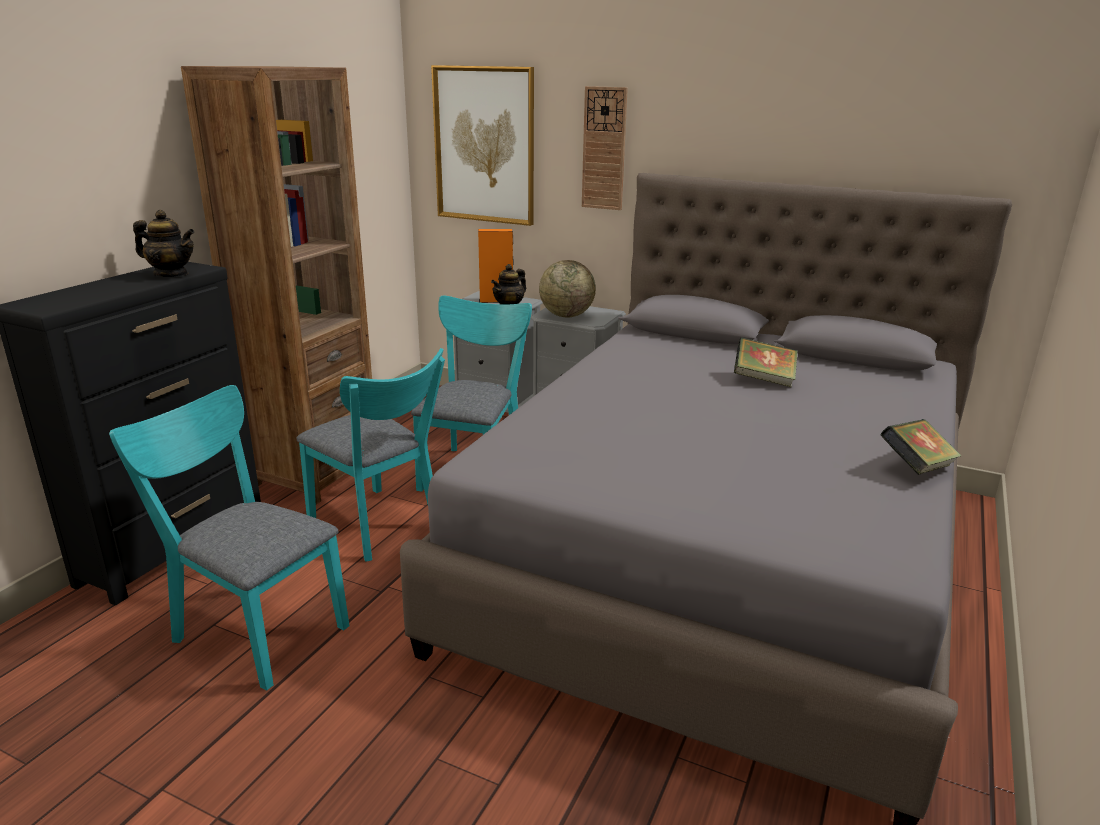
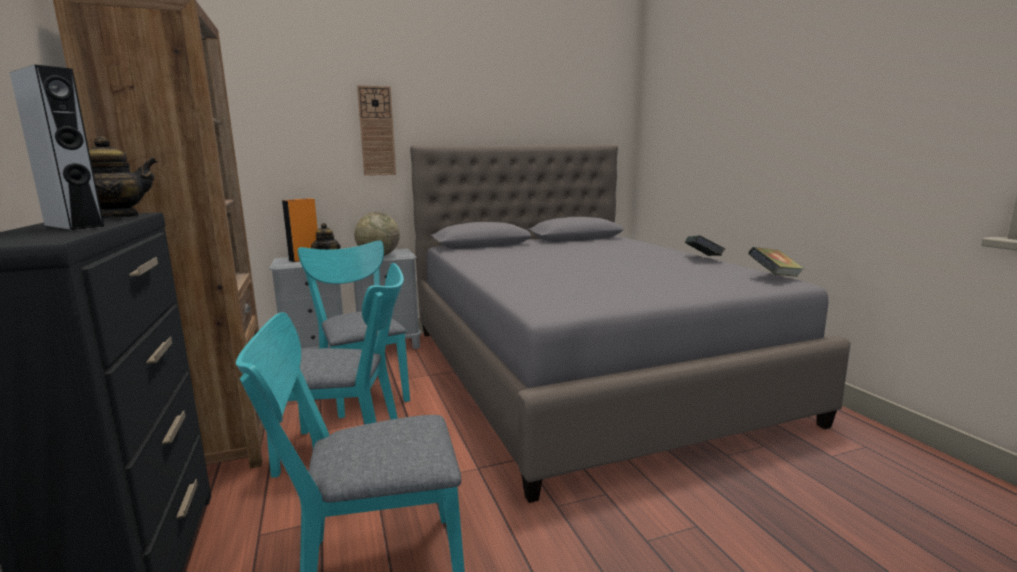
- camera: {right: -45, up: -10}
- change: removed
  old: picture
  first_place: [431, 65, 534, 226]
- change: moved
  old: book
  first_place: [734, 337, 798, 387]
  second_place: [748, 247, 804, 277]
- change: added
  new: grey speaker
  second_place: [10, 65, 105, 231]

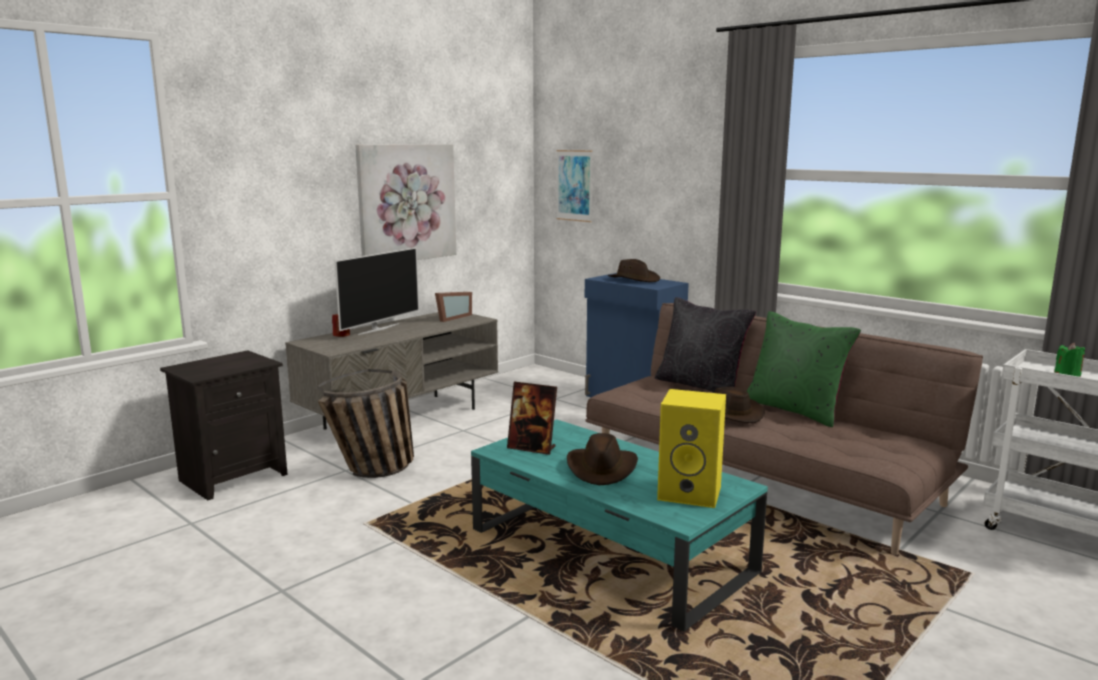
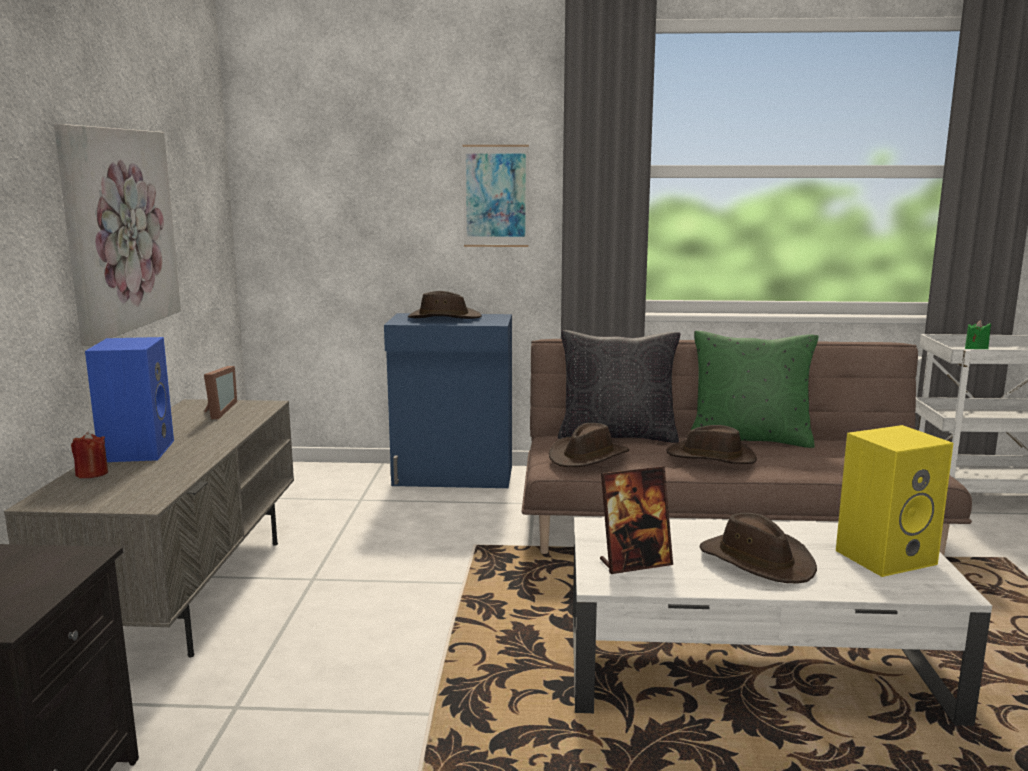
- camera: {right: -40, up: 0}
- change: removed
  old: basket
  first_place: [318, 369, 414, 478]
- change: replaced
  old: television
  new: blue speaker
  first_place: [335, 247, 419, 335]
  second_place: [85, 337, 174, 462]
- change: recoloured
  old: turquoise coffee table
  new: white coffee table
  first_place: [471, 419, 768, 632]
  second_place: [573, 517, 992, 726]
- change: moved
  old: picture
  first_place: [556, 150, 592, 222]
  second_place: [462, 145, 529, 247]
- change: added
  new: brown hat
  second_place: [549, 423, 629, 467]

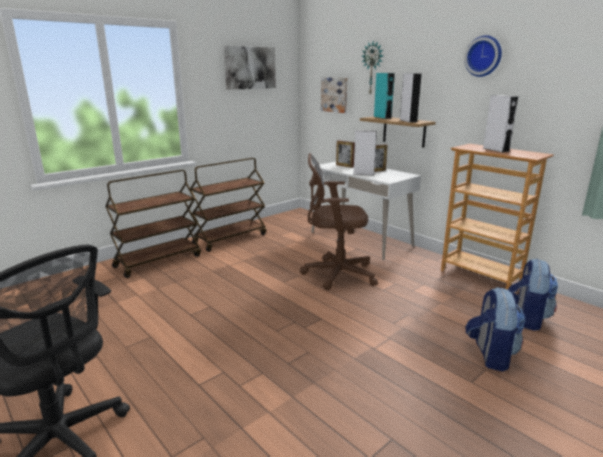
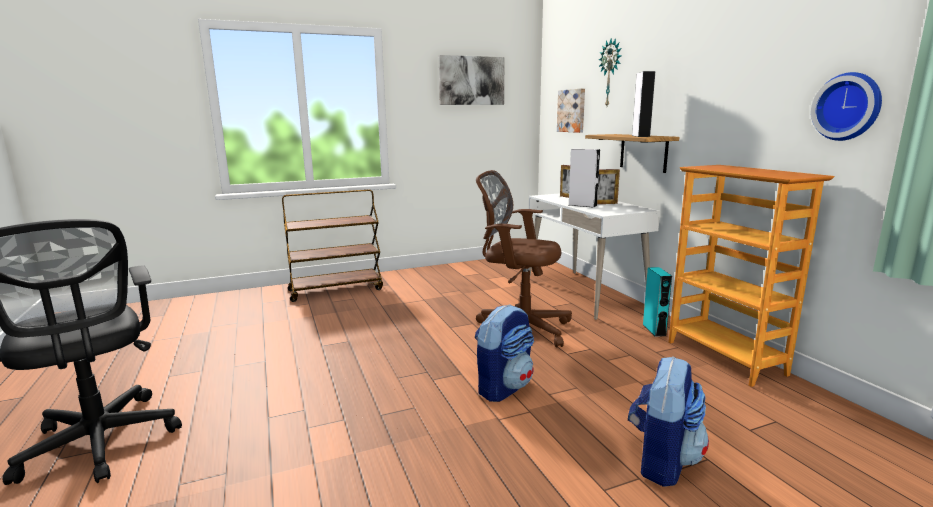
- camera: {right: 20, up: -5}
- change: removed
  old: brown cart
  first_place: [190, 158, 267, 252]
- change: moved
  old: turquoise speaker
  first_place: [374, 73, 395, 119]
  second_place: [642, 267, 672, 337]
- change: moved
  old: wall clock
  first_place: [464, 35, 502, 77]
  second_place: [811, 72, 882, 141]
- change: removed
  old: white speaker
  first_place: [483, 95, 518, 153]
- change: moved
  old: backpack
  first_place: [508, 259, 558, 331]
  second_place: [475, 304, 534, 402]

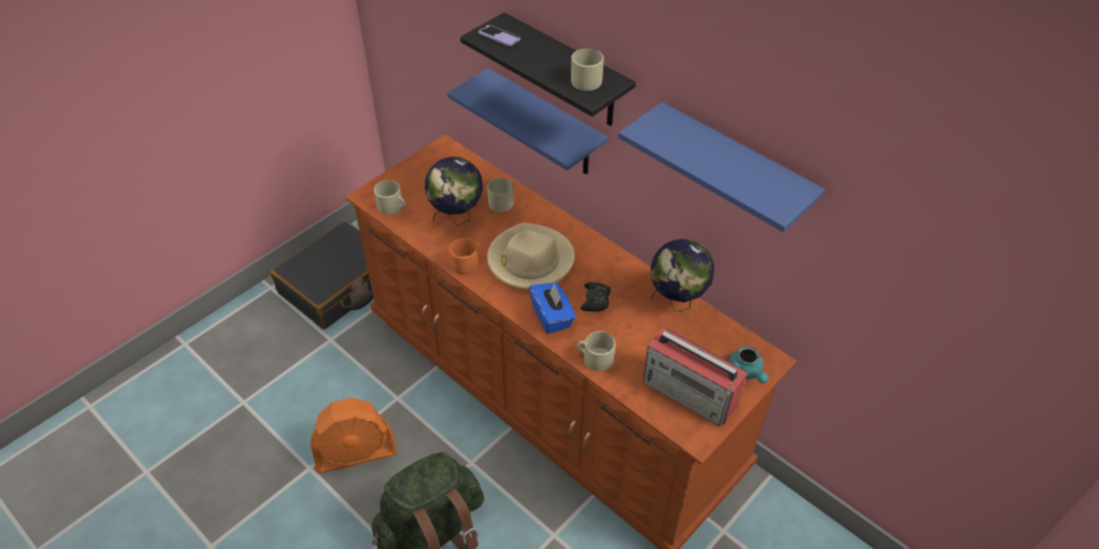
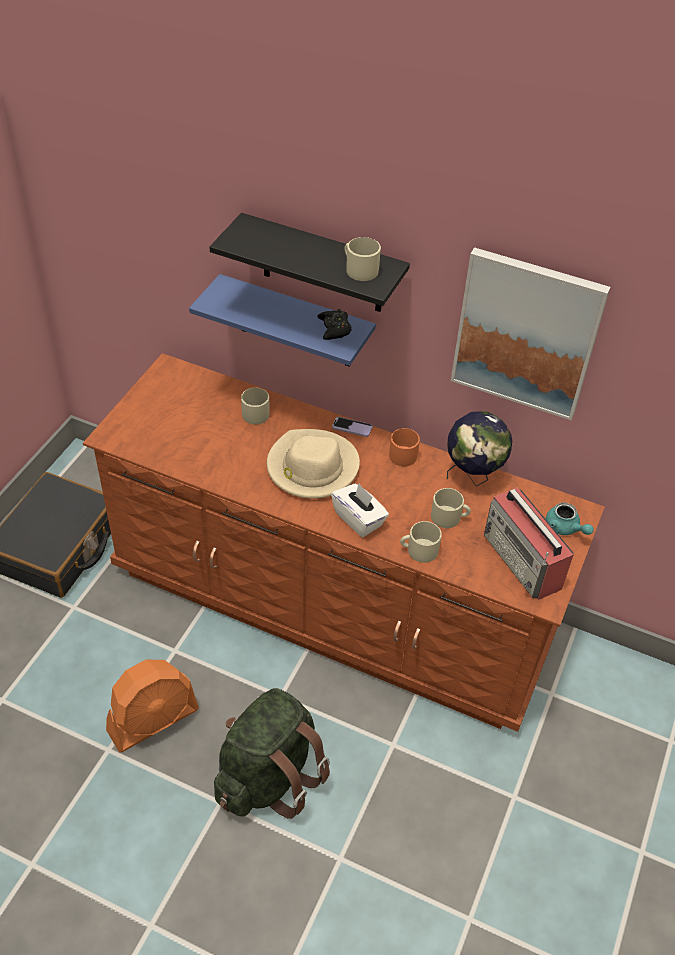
- camera: {right: -20, up: 0}
- change: moved
  old: beige mug
  first_place: [374, 180, 405, 215]
  second_place: [431, 488, 471, 528]
- change: removed
  old: globe
  first_place: [425, 156, 483, 226]
- change: moved
  old: orange mug
  first_place: [449, 238, 480, 275]
  second_place: [389, 428, 420, 466]
- change: moved
  old: phone
  first_place: [478, 25, 520, 46]
  second_place: [332, 417, 372, 437]
- change: recoloured
  old: blue tissue box
  new: white tissue box
  first_place: [529, 282, 576, 334]
  second_place: [331, 483, 389, 537]
- change: moved
  old: black game controller
  first_place: [581, 282, 611, 311]
  second_place: [317, 309, 352, 340]
- change: replaced
  old: blue shelf
  new: picture
  first_place: [618, 102, 825, 232]
  second_place: [451, 247, 610, 420]
- change: turned
  old: radio
  first_place: [643, 328, 747, 426]
  second_place: [484, 488, 574, 600]
  degrees: 45

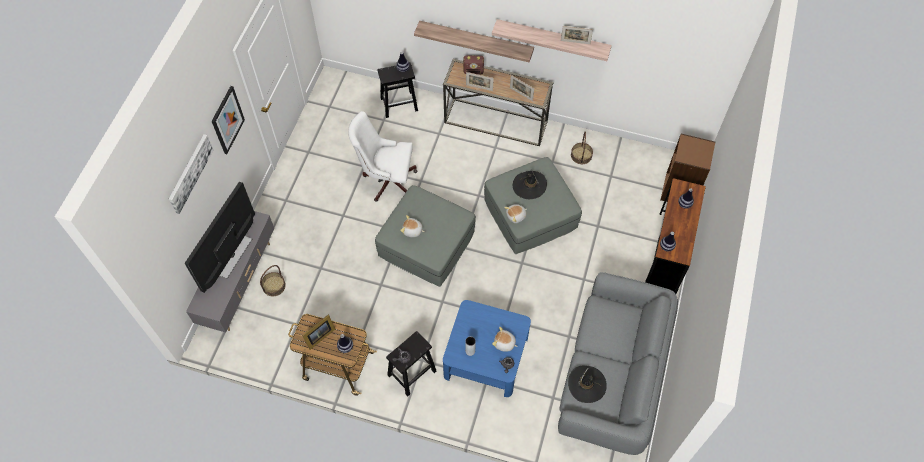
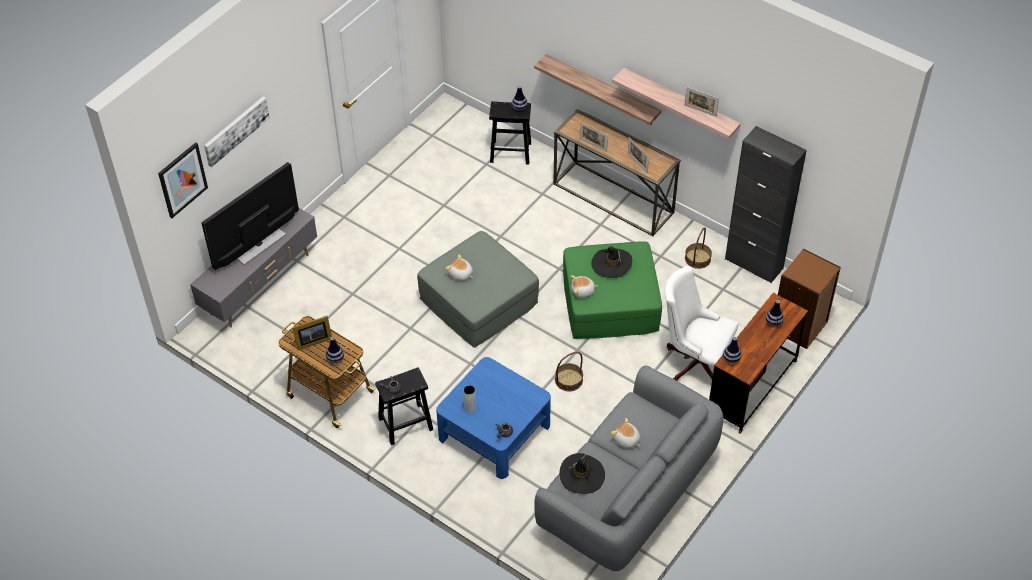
- camera: {right: 20, up: -10}
- change: moved
  old: picture
  first_place: [212, 86, 245, 154]
  second_place: [158, 142, 208, 218]
- change: moved
  old: basket
  first_place: [260, 265, 286, 296]
  second_place: [555, 352, 583, 391]
- change: moved
  old: white office chair
  first_place: [348, 111, 418, 202]
  second_place: [664, 266, 739, 381]
- change: removed
  old: radio
  first_place: [463, 55, 484, 75]
- change: recoloured
  old: grey ottoman
  new: green ottoman
  first_place: [484, 157, 582, 254]
  second_place: [563, 241, 662, 339]
- change: moved
  old: plush toy
  first_place: [492, 327, 518, 352]
  second_place: [611, 418, 640, 448]
- change: added
  new: black cabinet
  second_place: [725, 126, 807, 283]

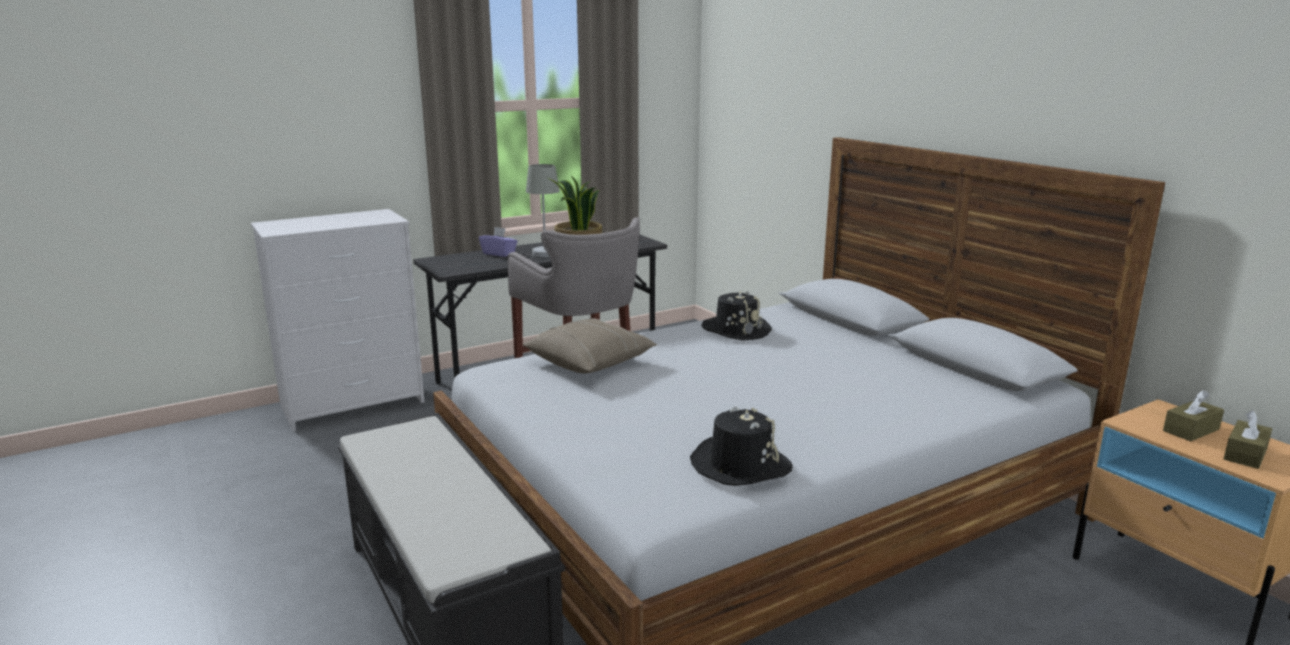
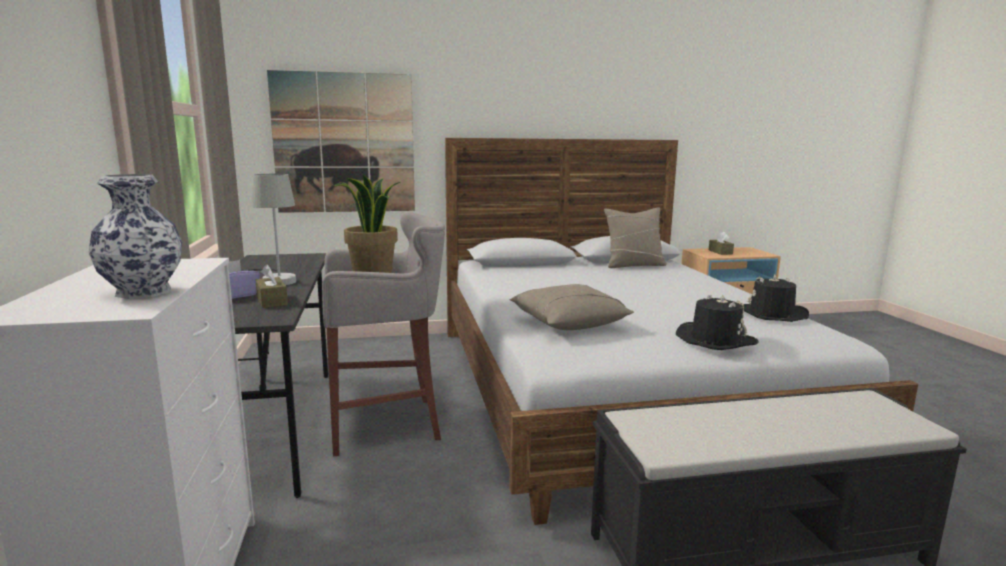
- camera: {right: -70, up: -5}
- change: moved
  old: black hat
  first_place: [702, 291, 772, 341]
  second_place: [676, 294, 758, 350]
- change: moved
  old: brown tissue box
  first_place: [1223, 410, 1272, 469]
  second_place: [256, 264, 288, 308]
- change: added
  new: vase
  second_place: [89, 174, 182, 299]
- change: added
  new: picture
  second_place: [267, 70, 415, 213]
- change: added
  new: beige pillow
  second_place: [604, 207, 667, 268]

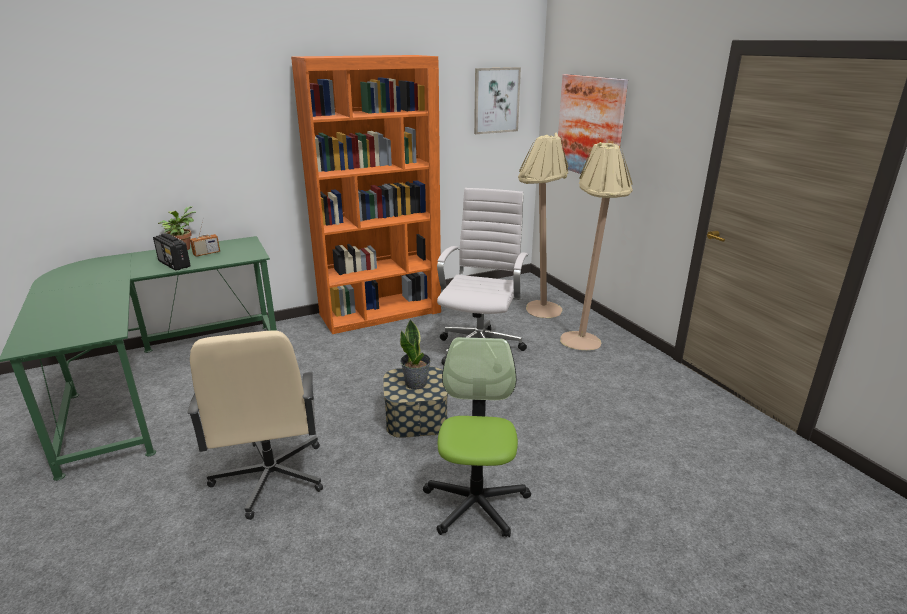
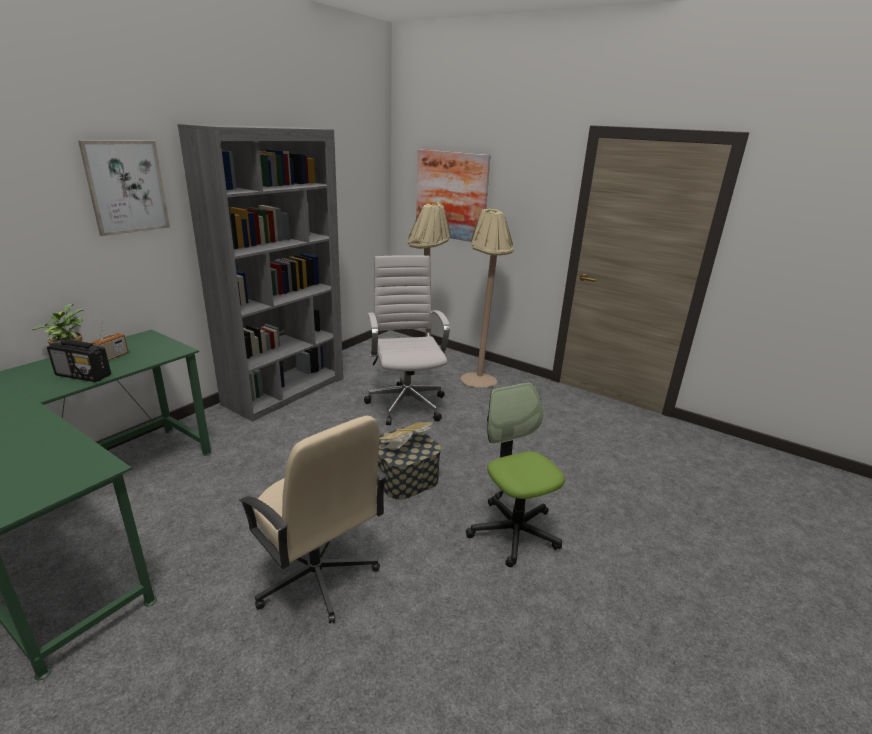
- camera: {right: -30, up: 0}
- change: recoloured
  old: orange bookcase
  new: grey bookcase
  first_place: [291, 55, 441, 334]
  second_place: [178, 124, 343, 421]
- change: replaced
  old: potted plant
  new: book
  first_place: [400, 319, 431, 389]
  second_place: [379, 422, 434, 449]
- change: moved
  old: picture
  first_place: [474, 67, 521, 134]
  second_place: [78, 141, 170, 236]

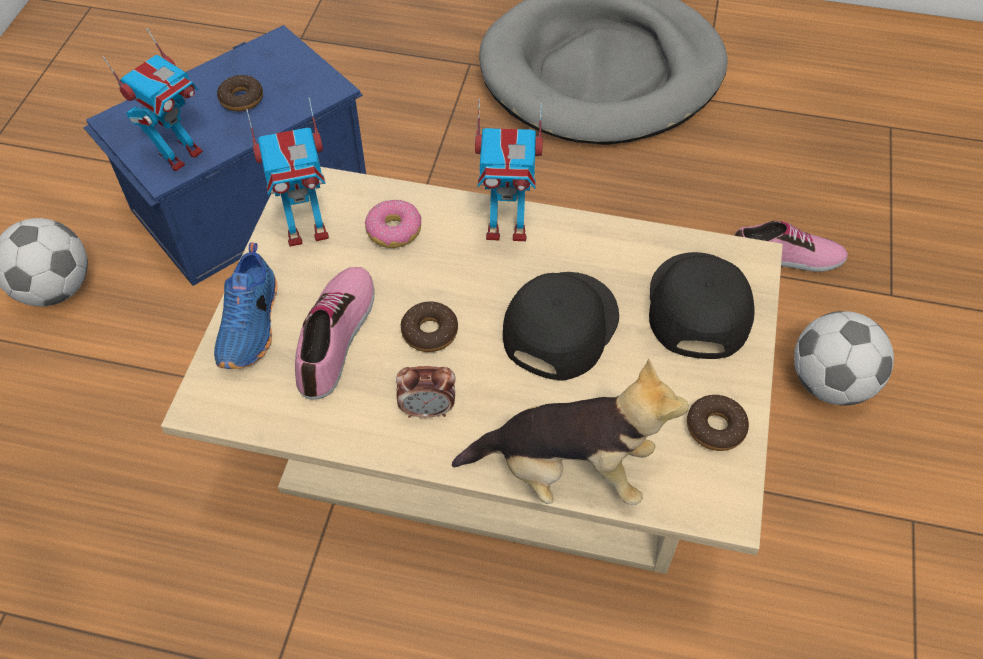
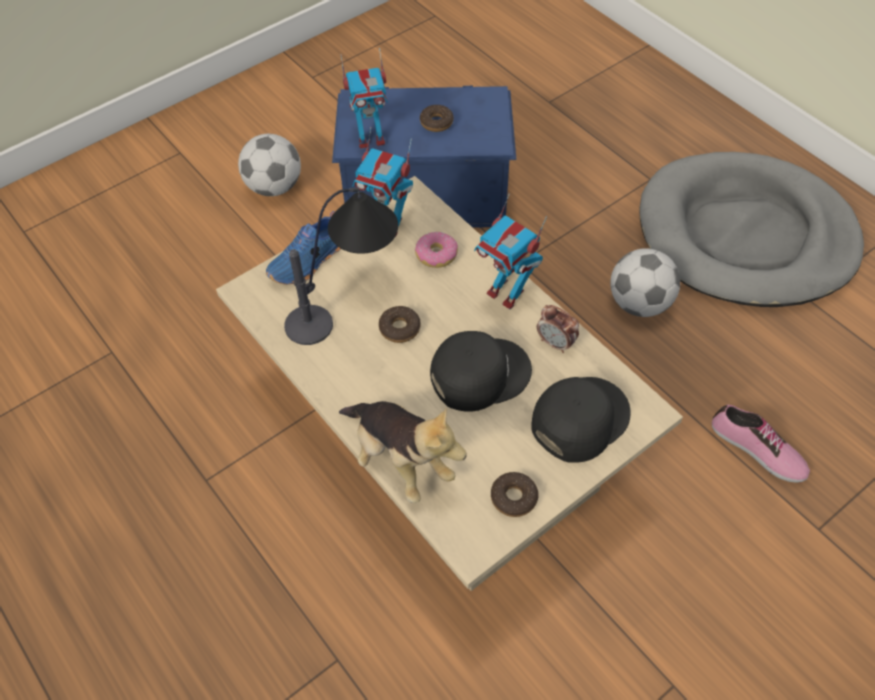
- camera: {right: 40, up: 0}
- change: replaced
  old: shoe
  new: table lamp
  first_place: [295, 267, 374, 400]
  second_place: [284, 188, 398, 345]
- change: moved
  old: alarm clock
  first_place: [396, 366, 456, 418]
  second_place: [537, 305, 579, 353]
- change: moved
  old: football
  first_place: [794, 311, 894, 406]
  second_place: [610, 248, 680, 317]

